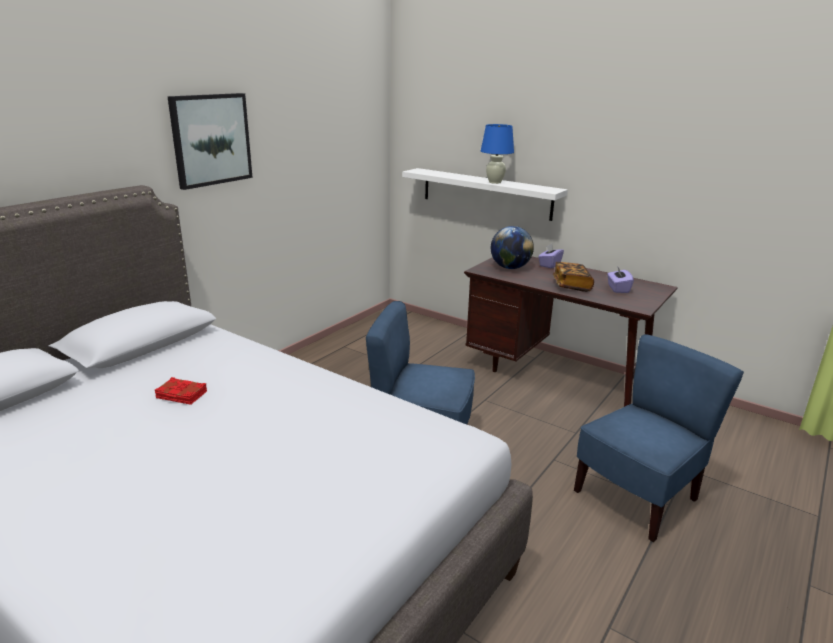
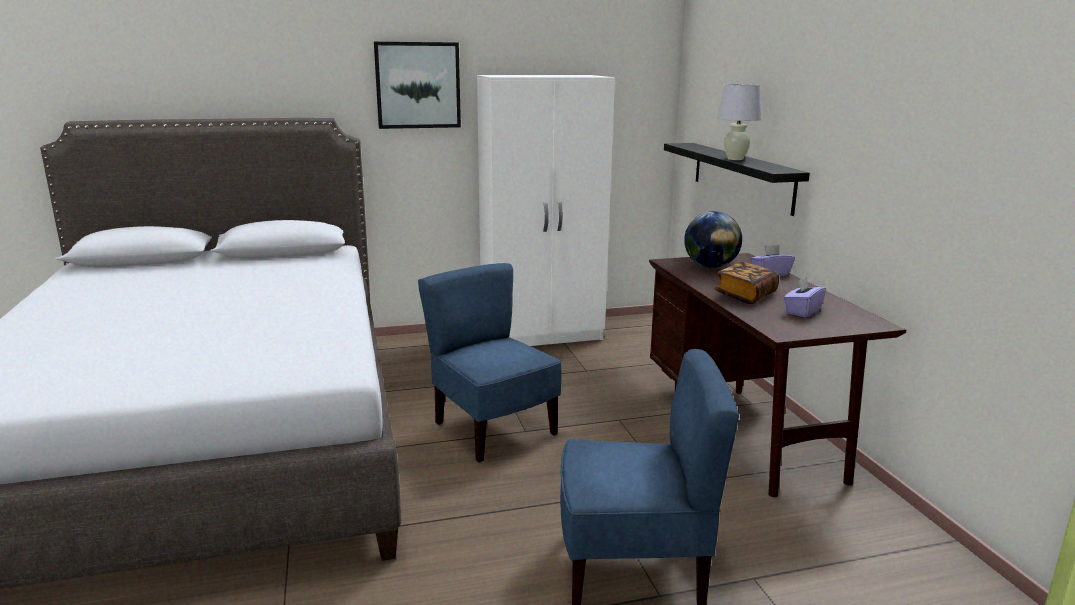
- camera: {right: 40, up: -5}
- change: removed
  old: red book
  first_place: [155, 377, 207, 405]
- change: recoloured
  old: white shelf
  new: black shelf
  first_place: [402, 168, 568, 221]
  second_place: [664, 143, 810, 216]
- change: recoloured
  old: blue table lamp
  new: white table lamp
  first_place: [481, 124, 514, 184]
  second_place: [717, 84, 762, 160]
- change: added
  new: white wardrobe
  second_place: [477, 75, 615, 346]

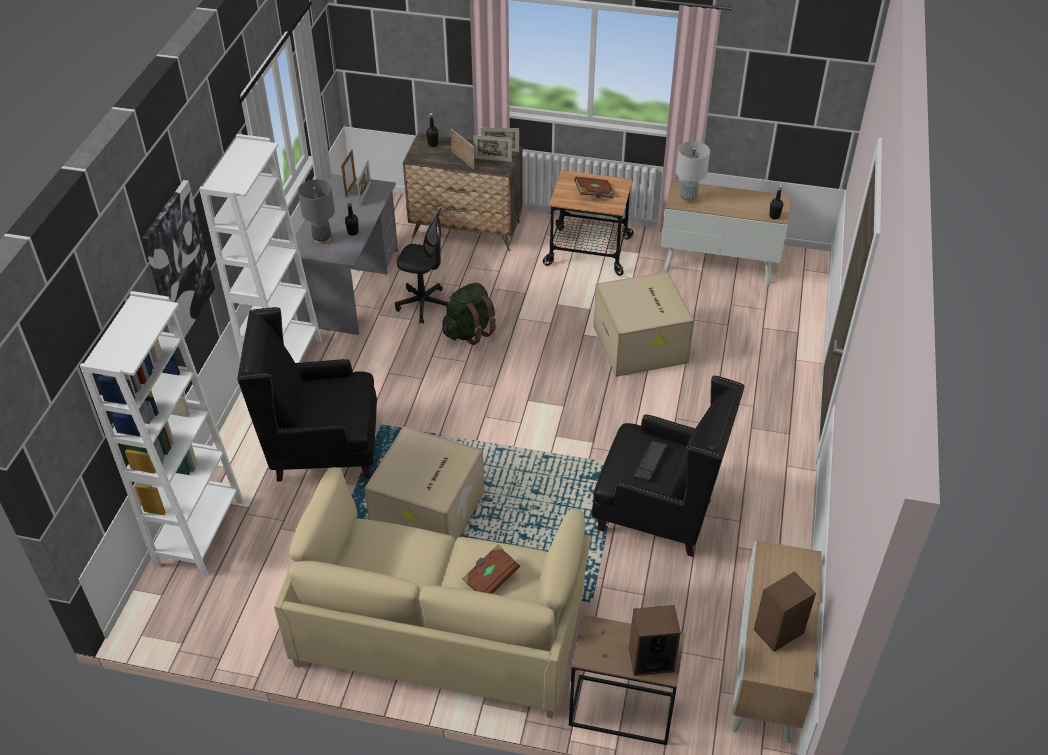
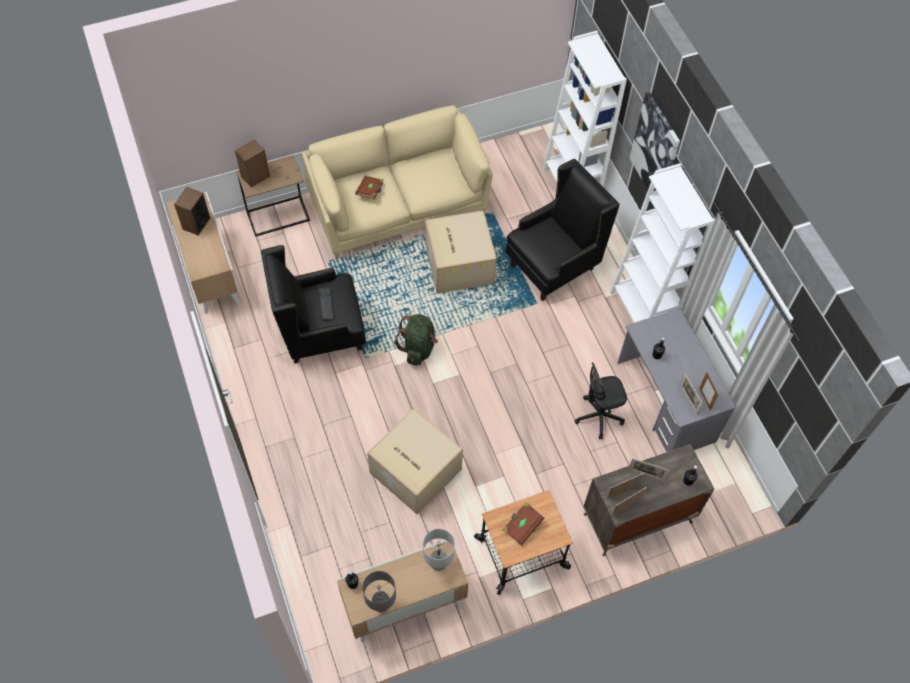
- camera: {right: 145, up: 15}
- change: moved
  old: grey table lamp
  first_place: [298, 179, 335, 244]
  second_place: [362, 571, 396, 612]
- change: moved
  old: green backpack
  first_place: [442, 283, 496, 345]
  second_place: [394, 314, 438, 366]

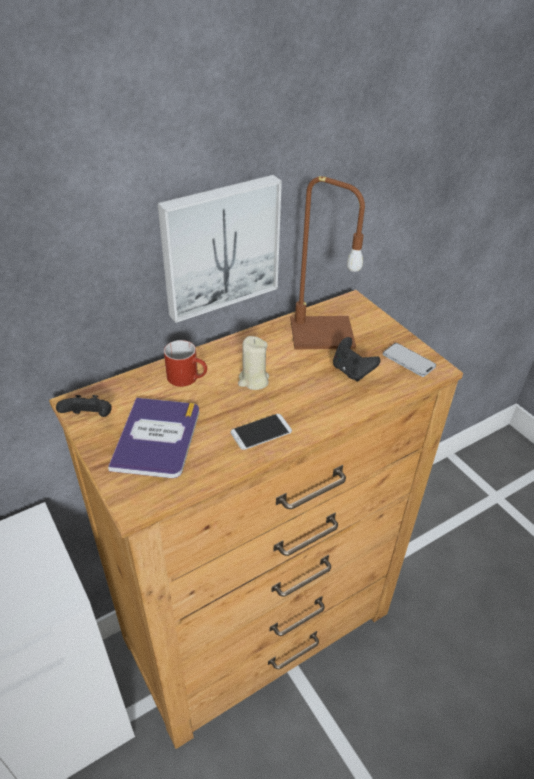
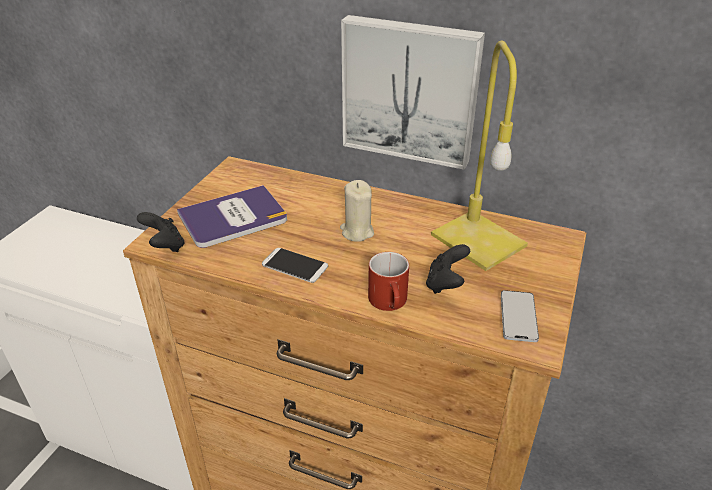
- camera: {right: 55, up: -5}
- change: moved
  old: black game controller
  first_place: [56, 395, 112, 417]
  second_place: [137, 212, 184, 252]
- change: moved
  old: red mug
  first_place: [164, 340, 207, 387]
  second_place: [368, 252, 409, 311]
- change: recoloured
  old: brown table lamp
  new: yellow table lamp
  first_place: [290, 176, 365, 349]
  second_place: [431, 41, 528, 271]

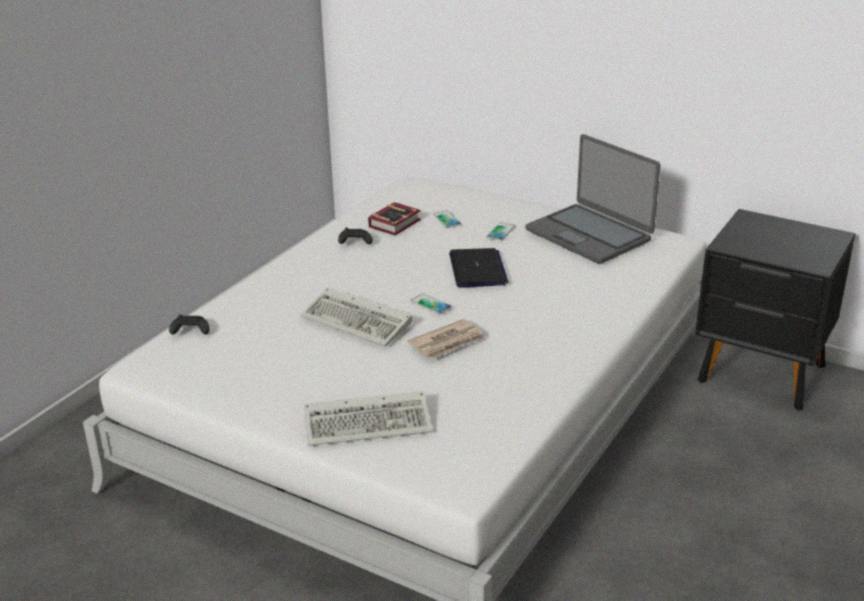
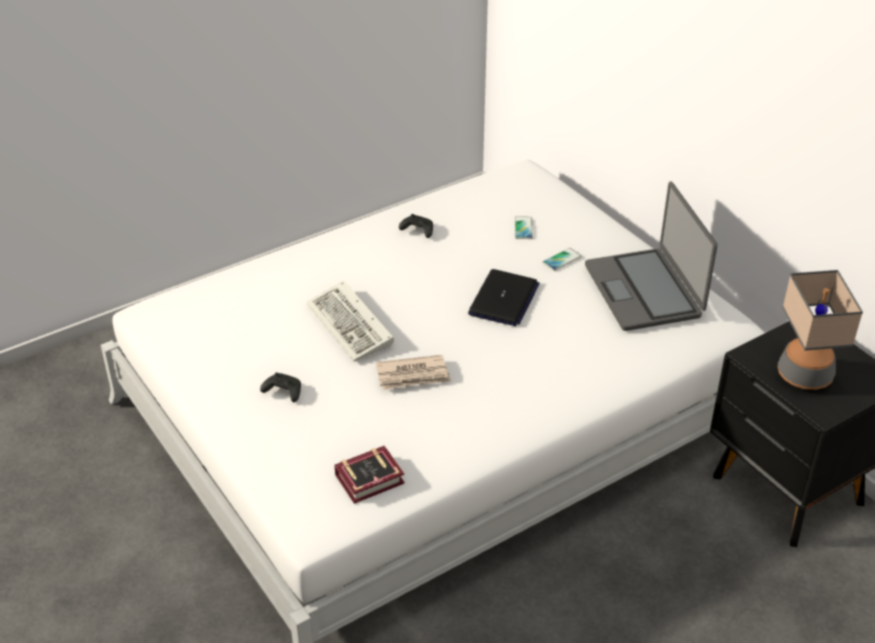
- camera: {right: 25, up: 10}
- change: moved
  old: black game controller
  first_place: [169, 315, 210, 335]
  second_place: [260, 372, 301, 402]
- change: removed
  old: keyboard
  first_place: [304, 391, 432, 446]
- change: moved
  old: book
  first_place: [368, 202, 421, 235]
  second_place: [334, 446, 405, 504]
- change: removed
  old: phone
  first_place: [410, 293, 452, 315]
- change: added
  new: table lamp
  second_place: [778, 270, 863, 390]

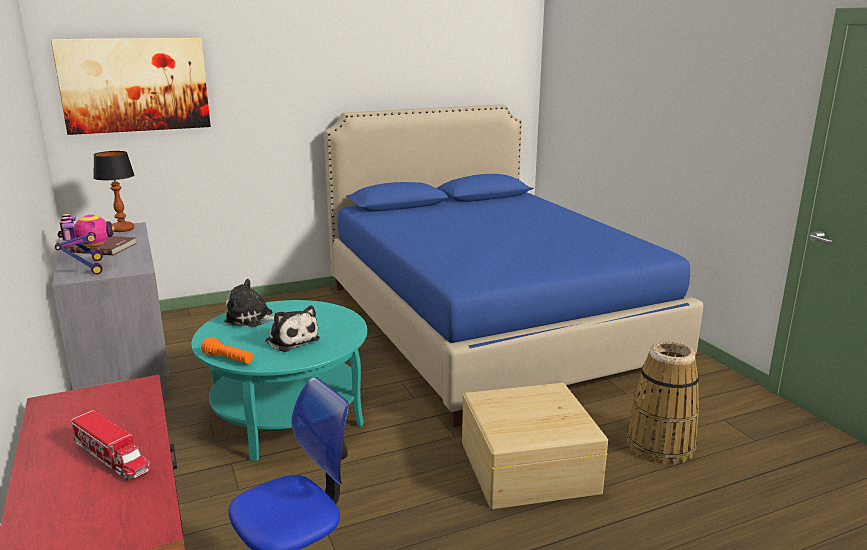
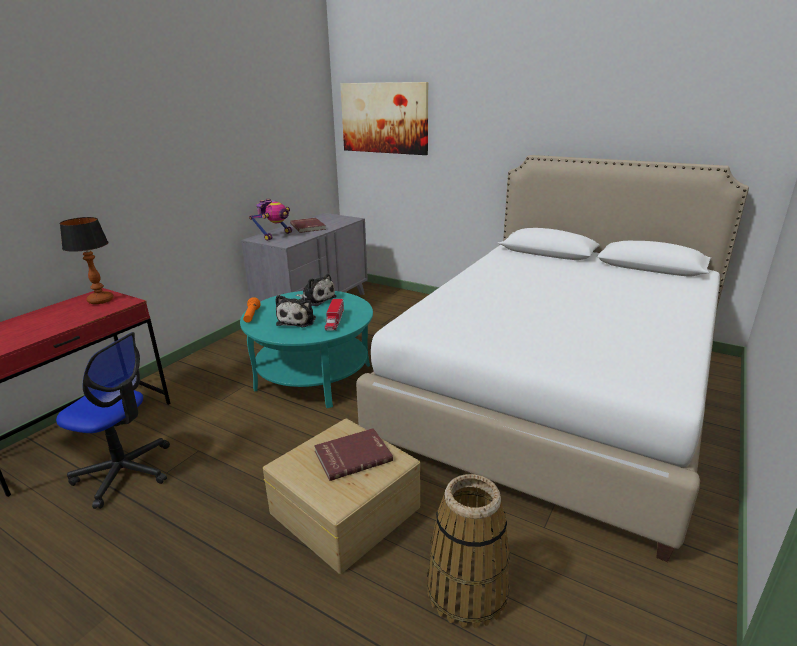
- camera: {right: 55, up: 5}
- change: moved
  old: toy truck
  first_place: [71, 410, 150, 480]
  second_place: [325, 299, 344, 331]
- change: moved
  old: table lamp
  first_place: [93, 151, 135, 232]
  second_place: [60, 217, 114, 304]
- change: turned
  old: plush toy
  first_place: [224, 279, 274, 327]
  second_place: [296, 274, 336, 306]
  degrees: 150
- change: recoloured
  old: blue bed
  new: white bed
  first_place: [324, 104, 703, 427]
  second_place: [356, 155, 749, 562]
- change: added
  new: red book
  second_place: [314, 428, 393, 481]

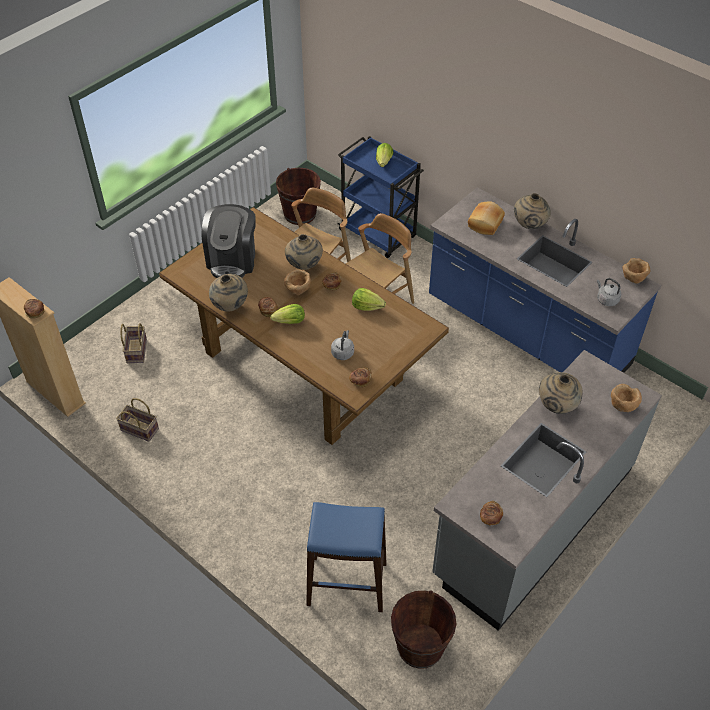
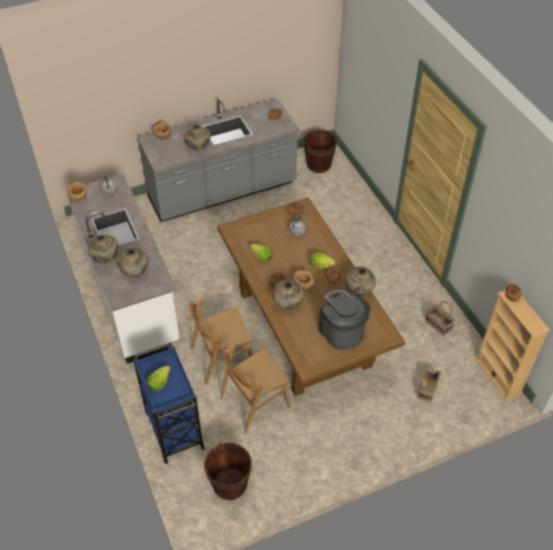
- camera: {right: -155, up: 0}
- change: turned
  old: coffee machine
  first_place: [202, 204, 256, 278]
  second_place: [318, 290, 370, 350]
  degrees: -60
- change: removed
  old: blue stool
  first_place: [306, 502, 386, 612]
- change: recoloured
  old: blue counter
  new: white counter
  first_place: [429, 187, 661, 373]
  second_place: [66, 174, 180, 364]
- change: replaced
  old: bread
  new: beige vase
  first_place: [468, 202, 505, 235]
  second_place: [117, 248, 148, 277]

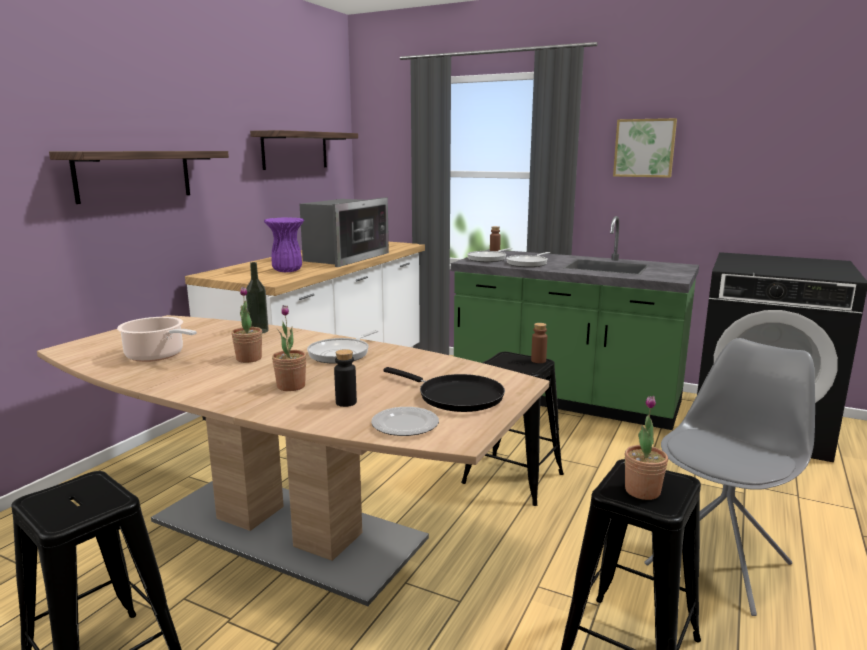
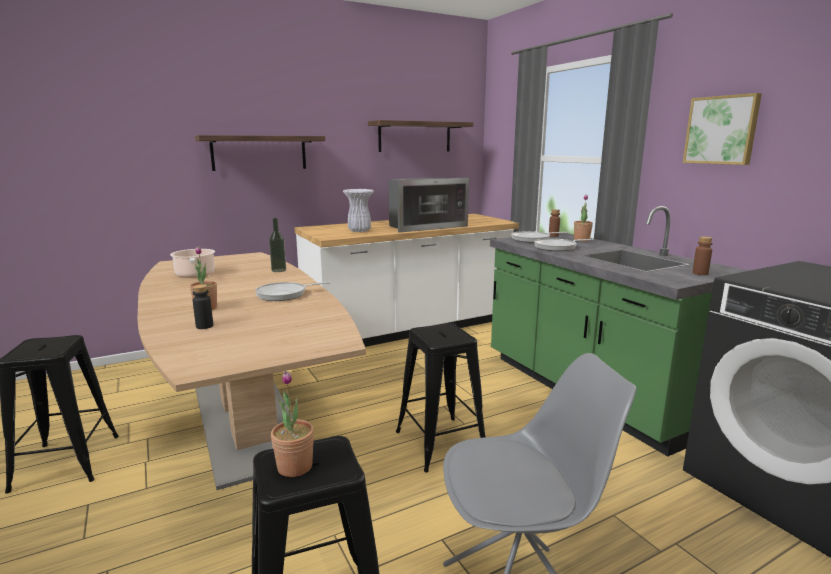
- camera: {right: 35, up: 0}
- change: moved
  old: potted plant
  first_place: [231, 287, 262, 363]
  second_place: [574, 194, 593, 241]
- change: recoloured
  old: purple vase
  new: white vase
  first_place: [264, 217, 304, 272]
  second_place: [343, 189, 374, 232]
- change: removed
  old: plate
  first_place: [371, 407, 439, 436]
- change: removed
  old: black frying pan
  first_place: [383, 367, 505, 412]
- change: moved
  old: brown bottle
  first_place: [531, 323, 547, 363]
  second_place: [692, 237, 713, 275]

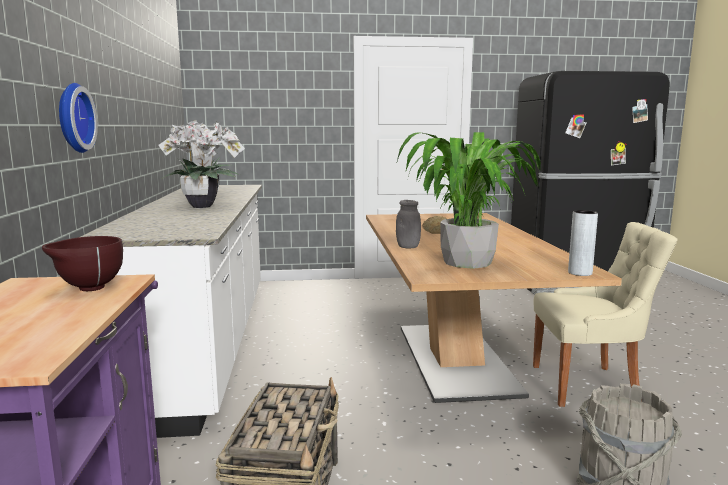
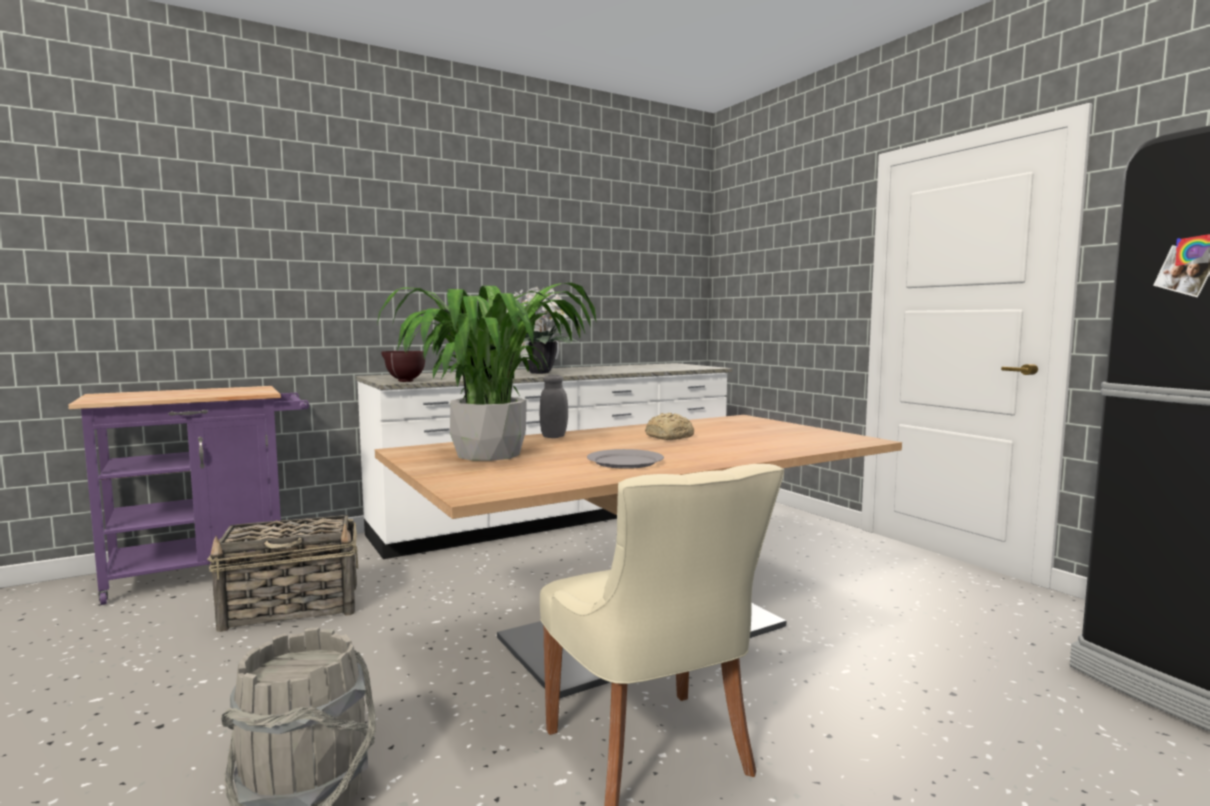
- camera: {right: 65, up: -5}
- change: moved
  old: brown bowl
  first_place: [42, 236, 123, 291]
  second_place: [381, 351, 425, 382]
- change: removed
  old: wall clock
  first_place: [59, 83, 98, 153]
- change: removed
  old: grey vase
  first_place: [568, 210, 598, 276]
- change: added
  new: grey plate
  second_place: [587, 449, 664, 469]

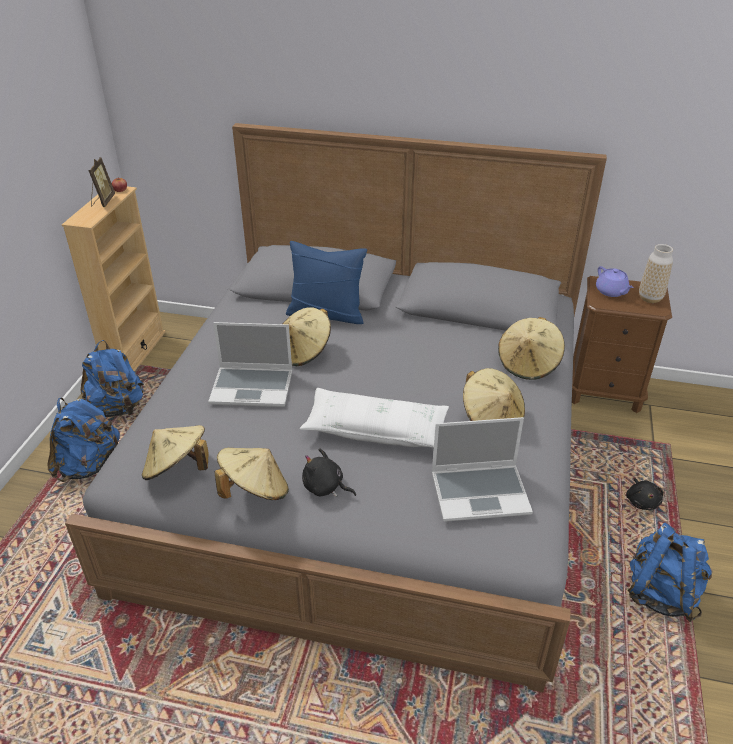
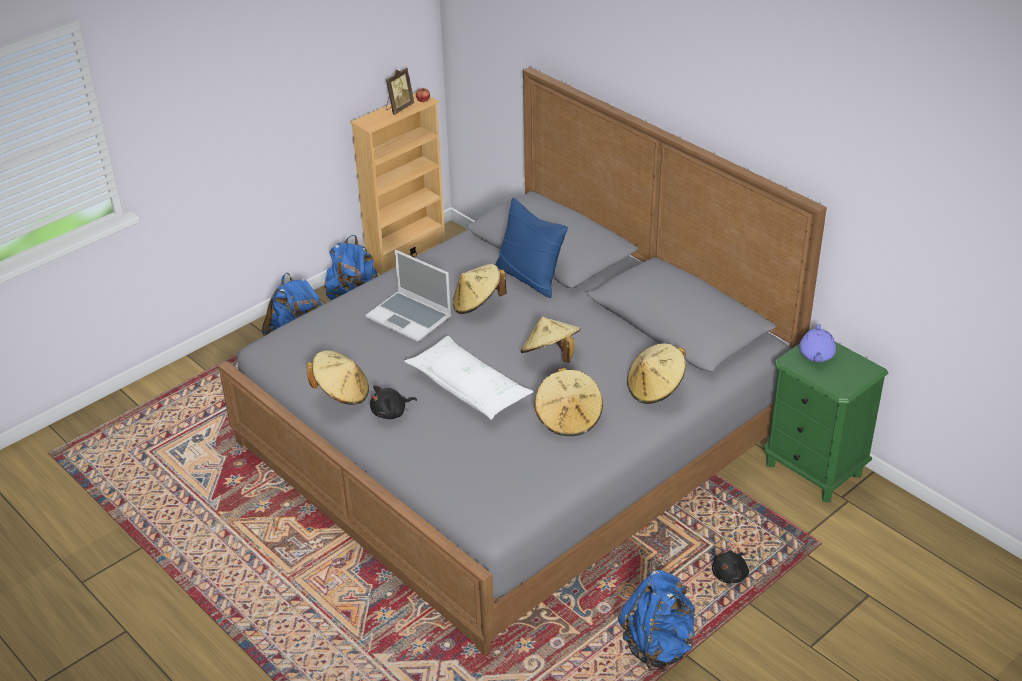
- camera: {right: 35, up: 0}
- change: moved
  old: beige hat
  first_place: [142, 425, 208, 480]
  second_place: [520, 317, 581, 363]
- change: turned
  old: black plush toy
  first_place: [302, 448, 356, 497]
  second_place: [370, 386, 417, 419]
  degrees: -90
- change: removed
  old: laptop
  first_place: [432, 417, 533, 522]
- change: recoloured
  old: brown nightstand
  new: green nightstand
  first_place: [572, 276, 672, 413]
  second_place: [764, 342, 888, 502]
- change: removed
  old: vase
  first_place: [639, 244, 673, 303]

